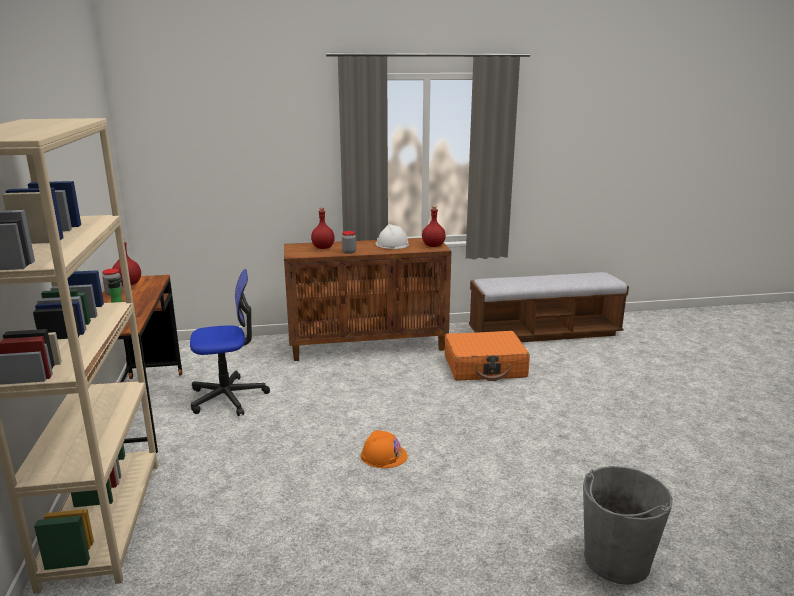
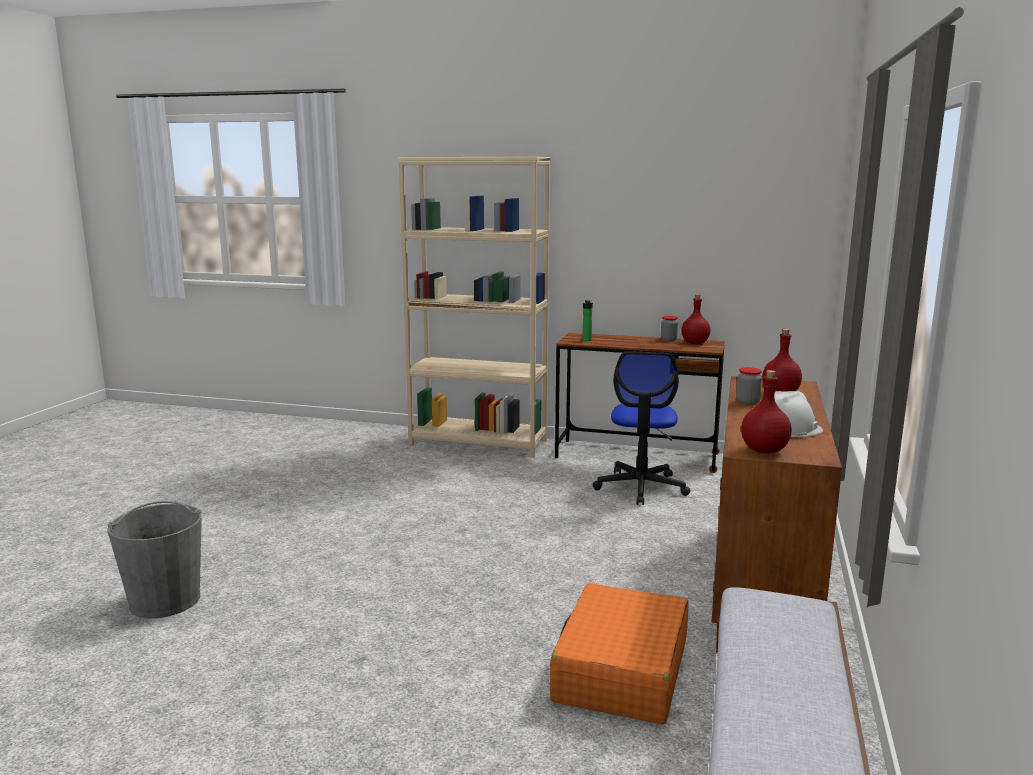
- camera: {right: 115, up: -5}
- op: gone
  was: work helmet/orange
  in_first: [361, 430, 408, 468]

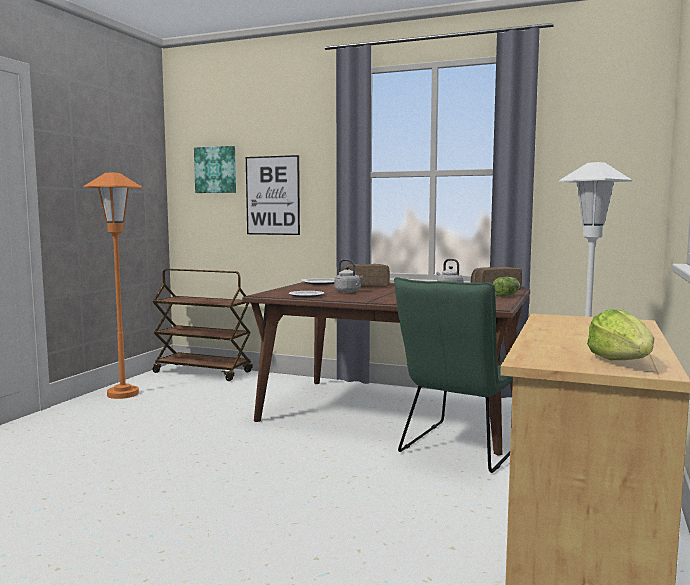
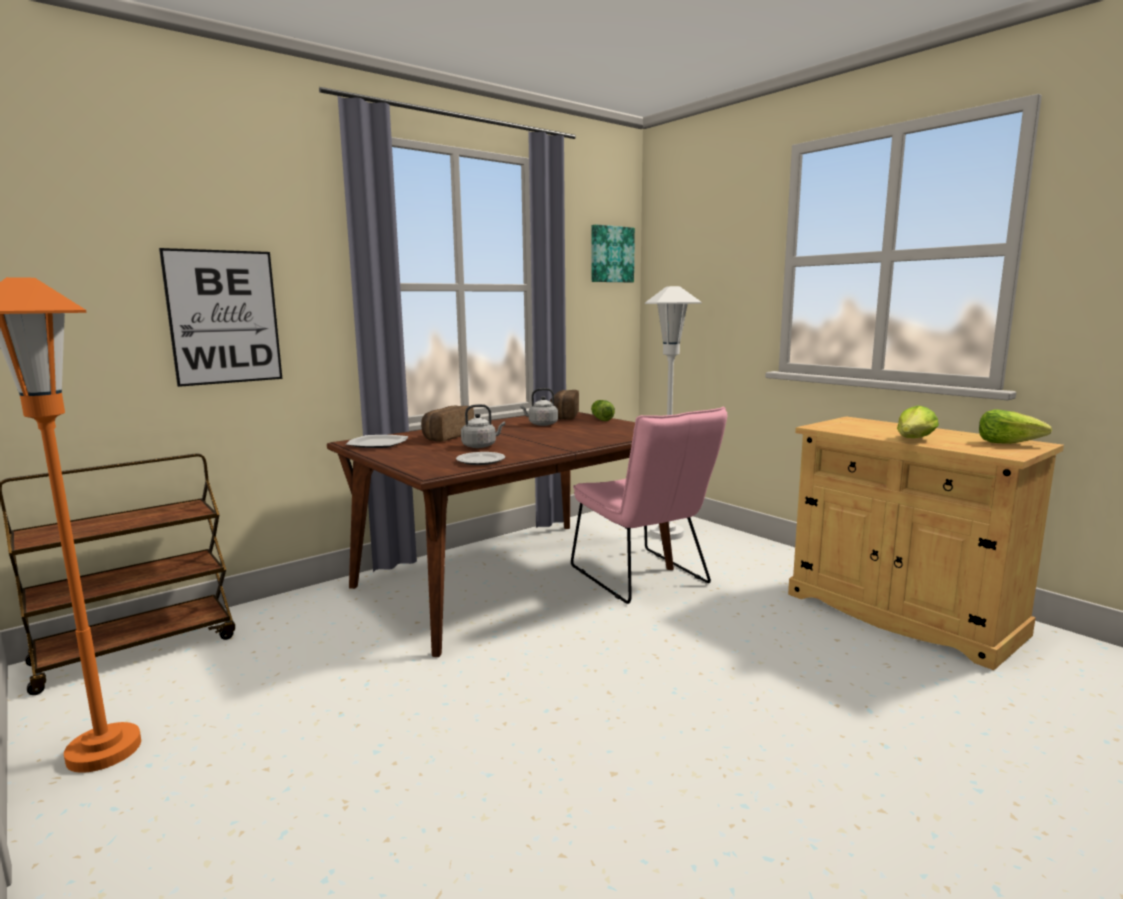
- camera: {right: -60, up: 5}
- op: repainted
  was: chair/green-coloured
  now: chair/pink
  in_first: [394, 277, 513, 473]
  in_second: [571, 407, 727, 604]
- op: shifted
  was: wall picture
  in_first: [194, 146, 236, 193]
  in_second: [591, 224, 635, 282]
- op: new
  now: lettuce
  in_second: [897, 405, 939, 438]

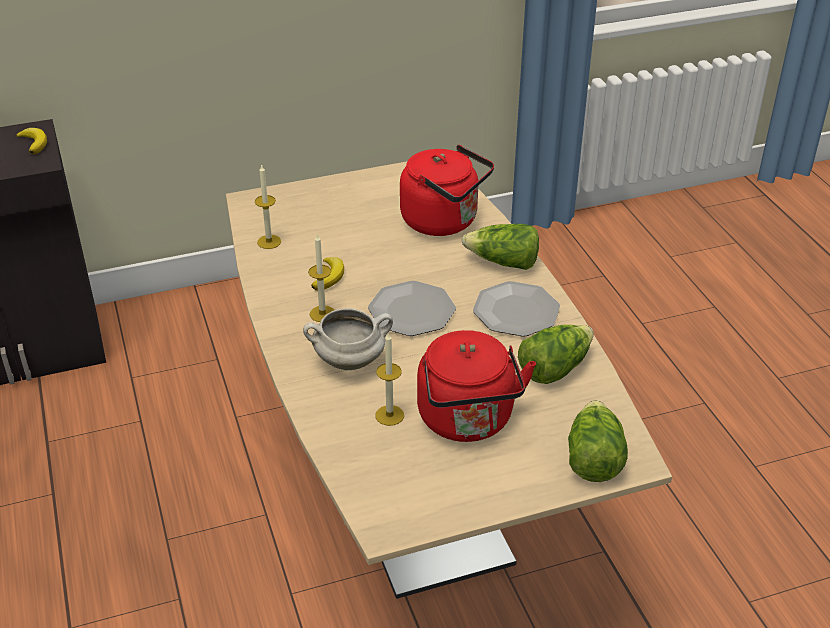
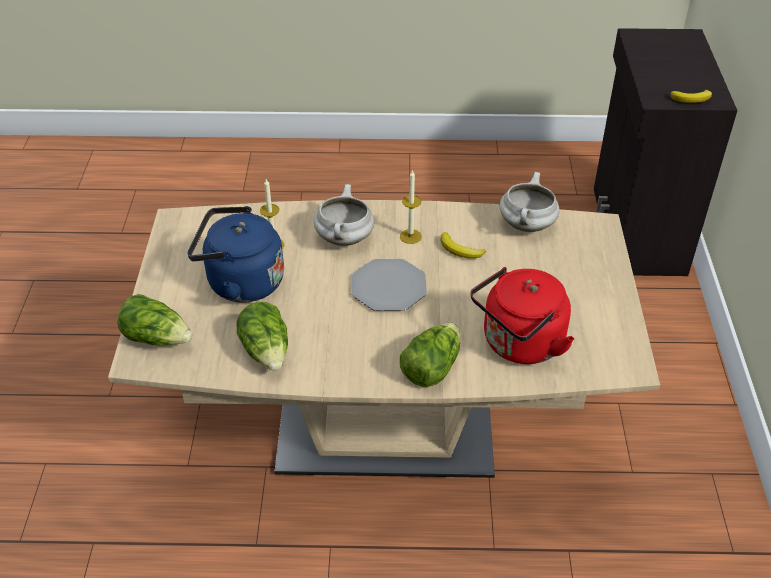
- camera: {right: 110, up: 5}
- op: repainted
  was: tea kettle/red
  now: tea kettle/blue-coloured
  in_first: [417, 330, 536, 442]
  in_second: [188, 206, 284, 303]
- op: swapped
  was: candle
  now: saucepot/whitish
  in_first: [255, 164, 281, 249]
  in_second: [500, 172, 559, 232]
- op: gone
  was: flat dish
  in_first: [473, 281, 560, 337]

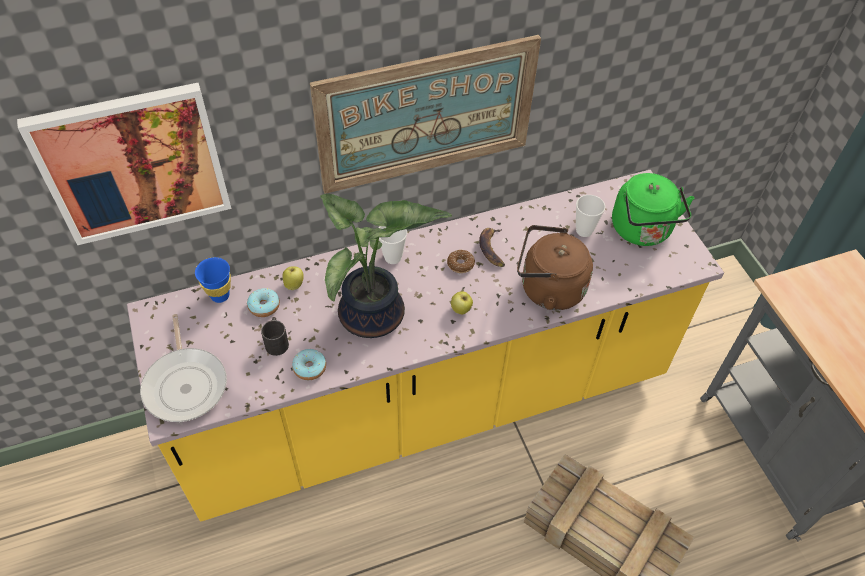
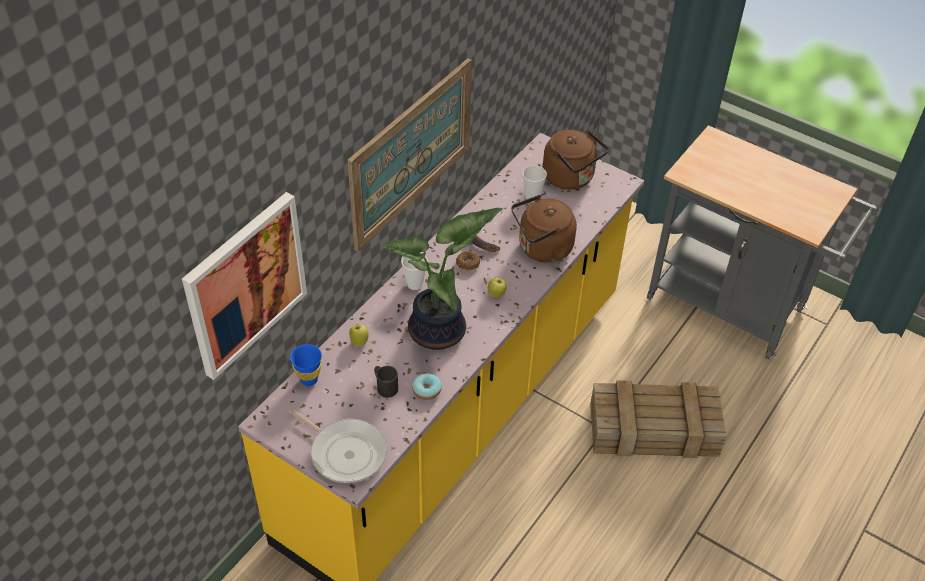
- camera: {right: -35, up: -5}
- op: repainted
  was: tea kettle/green-coloured
  now: tea kettle/brown-coloured
  in_first: [612, 173, 694, 246]
  in_second: [543, 129, 609, 190]
- op: gone
  was: ring doughnut
  in_first: [247, 288, 280, 317]

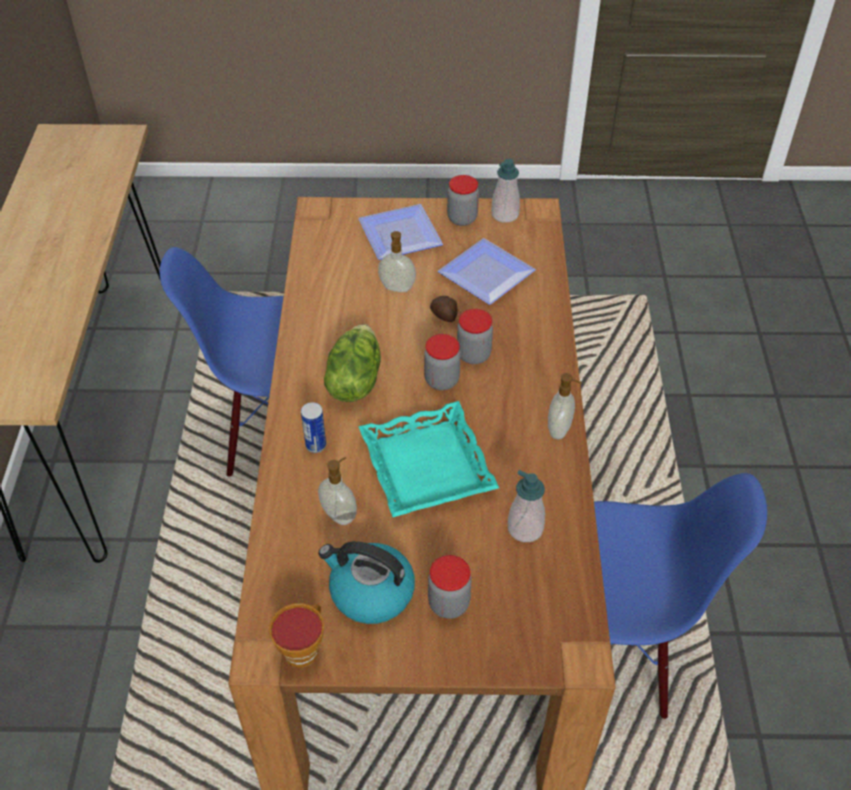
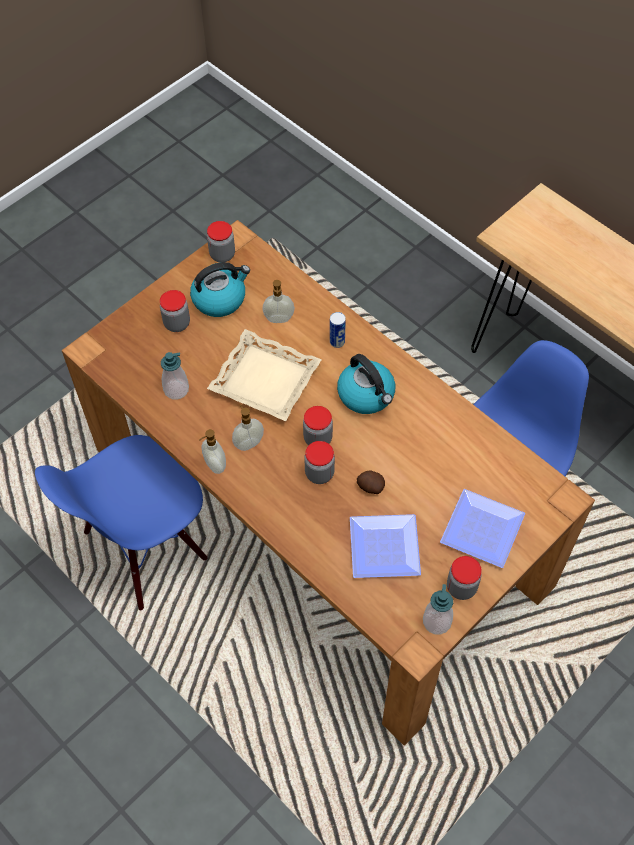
- camera: {right: 135, up: 10}
- op: swapped
  was: drinking cup
  now: storage jar
  in_first: [269, 603, 324, 668]
  in_second: [207, 221, 235, 262]
- op: repainted
  was: carrying tray/turquoise-coloured
  now: carrying tray/sand-coloured
  in_first: [358, 401, 499, 517]
  in_second: [207, 329, 322, 421]
- op: shifted
  was: liquid soap bottle
  in_first: [378, 231, 416, 292]
  in_second: [232, 404, 264, 451]
- op: swapped
  was: lettuce
  now: tea kettle
  in_first: [324, 324, 381, 402]
  in_second: [337, 354, 395, 414]

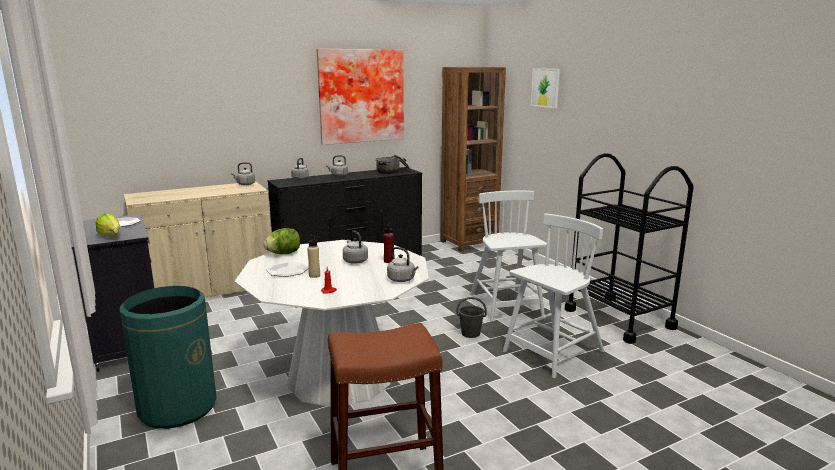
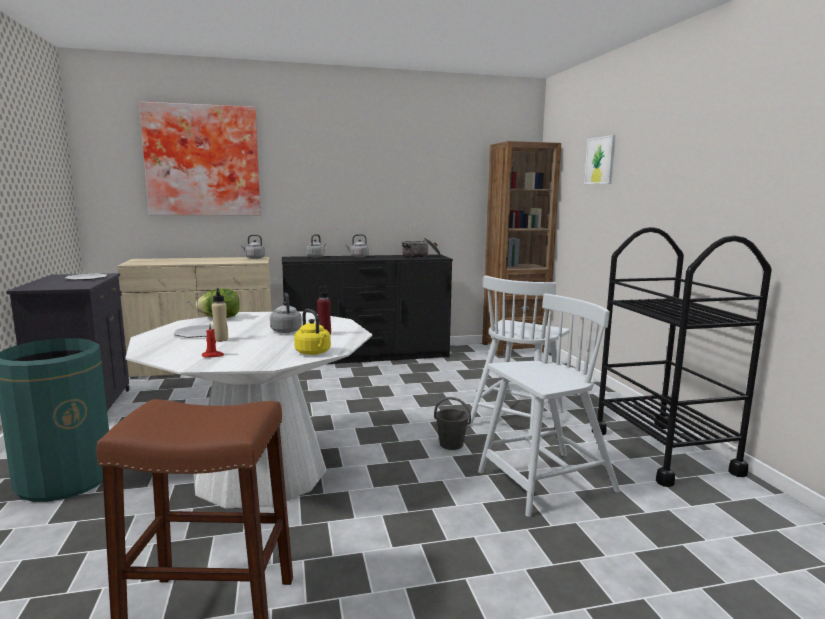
- camera: {right: 15, up: -5}
- op: shifted
  was: wall picture
  in_first: [317, 49, 404, 145]
  in_second: [139, 102, 261, 215]
- op: repainted
  was: tea kettle/gray
  now: tea kettle/yellowish
  in_first: [387, 247, 418, 282]
  in_second: [294, 309, 331, 355]
- op: rotated
  was: chair/whitish
  in_first: [470, 191, 547, 322]
  in_second: [468, 275, 569, 434]
  clockwise: -150
- op: gone
  was: lettuce
  in_first: [96, 213, 120, 236]

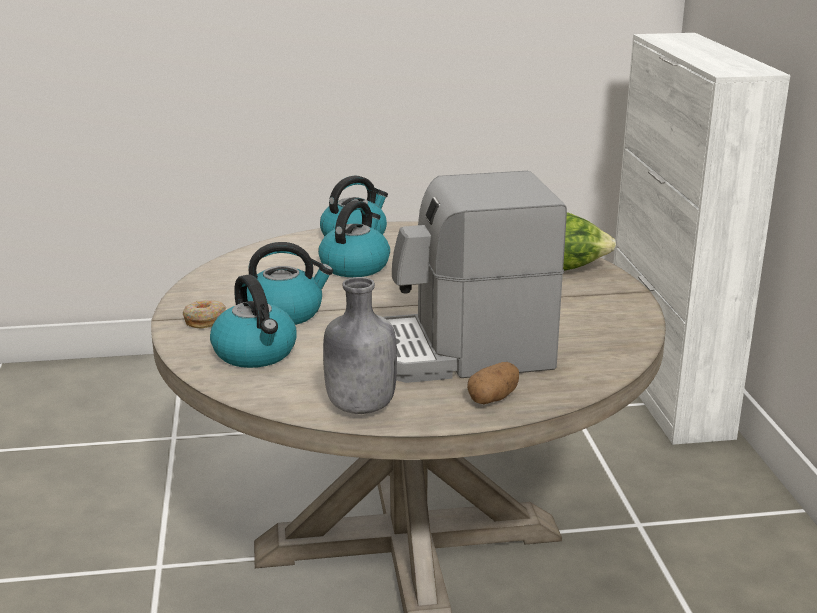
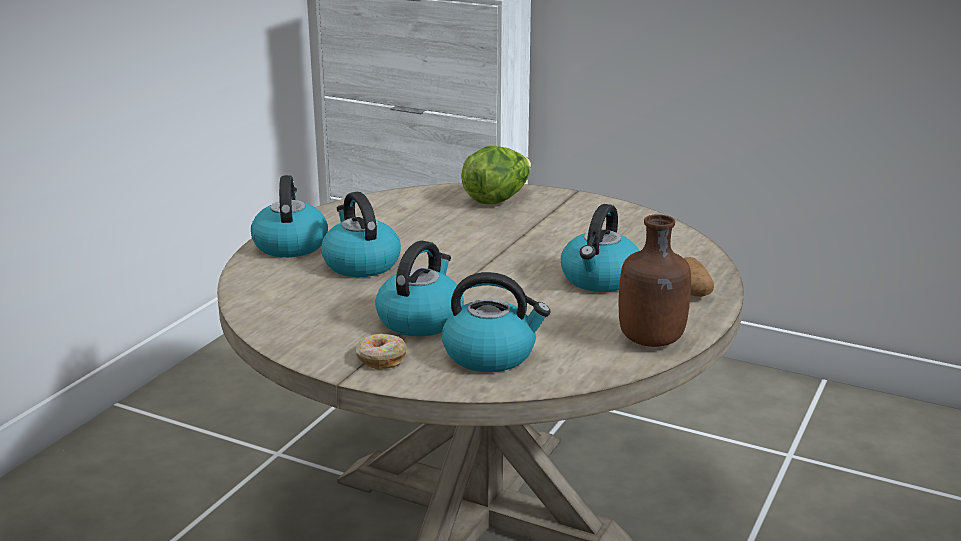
- camera: {right: -55, up: 0}
- op: swapped
  was: coffee brewer
  now: tea kettle
  in_first: [383, 171, 567, 383]
  in_second: [561, 204, 639, 292]
- op: repainted
  was: bottle/gray
  now: bottle/brown-coloured
  in_first: [323, 277, 397, 414]
  in_second: [619, 214, 691, 347]

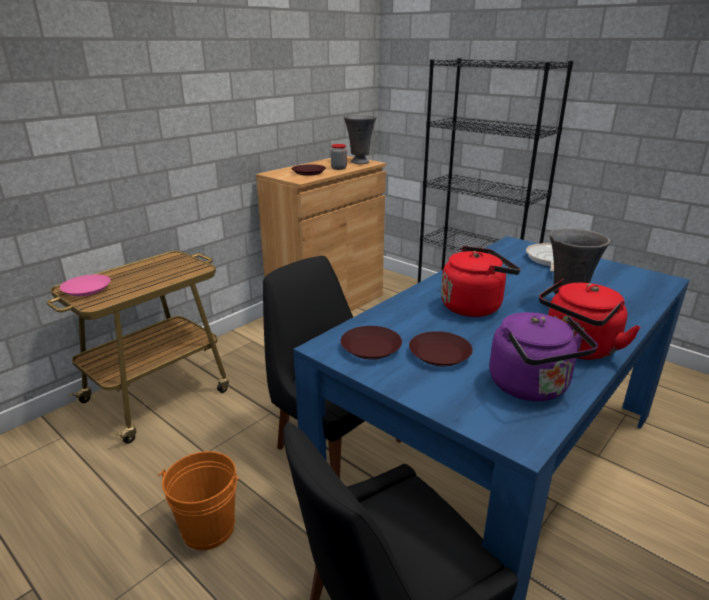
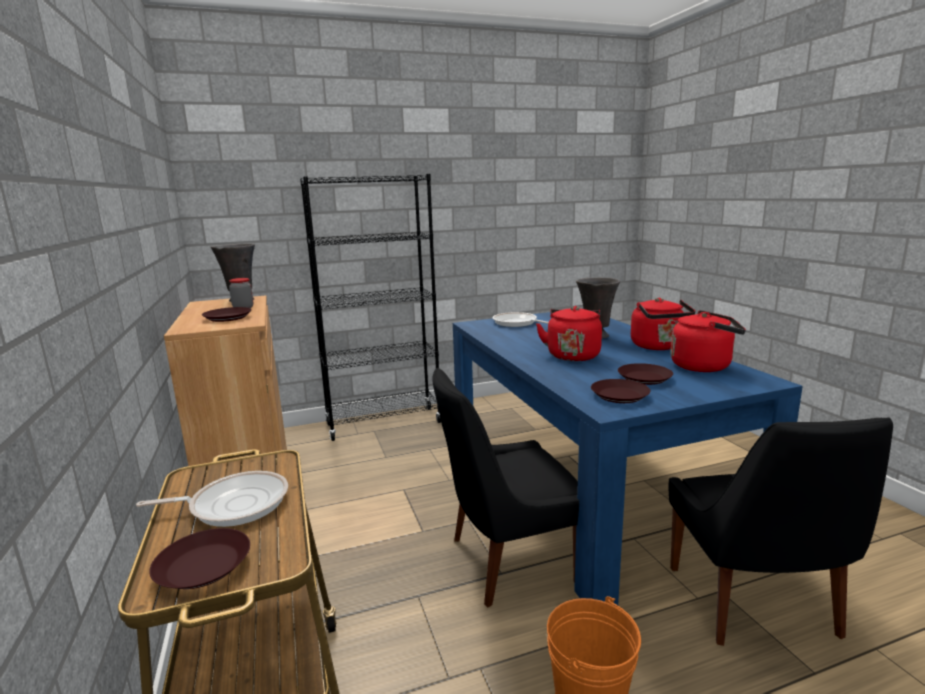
- camera: {right: -60, up: -10}
- op: new
  now: skillet
  in_second: [136, 471, 288, 527]
- op: repainted
  was: flat dish/pink
  now: flat dish/brown-coloured
  in_first: [60, 274, 111, 296]
  in_second: [149, 528, 250, 589]
- op: repainted
  was: tea kettle/purple-coloured
  now: tea kettle/red
  in_first: [489, 312, 598, 401]
  in_second: [670, 310, 746, 372]

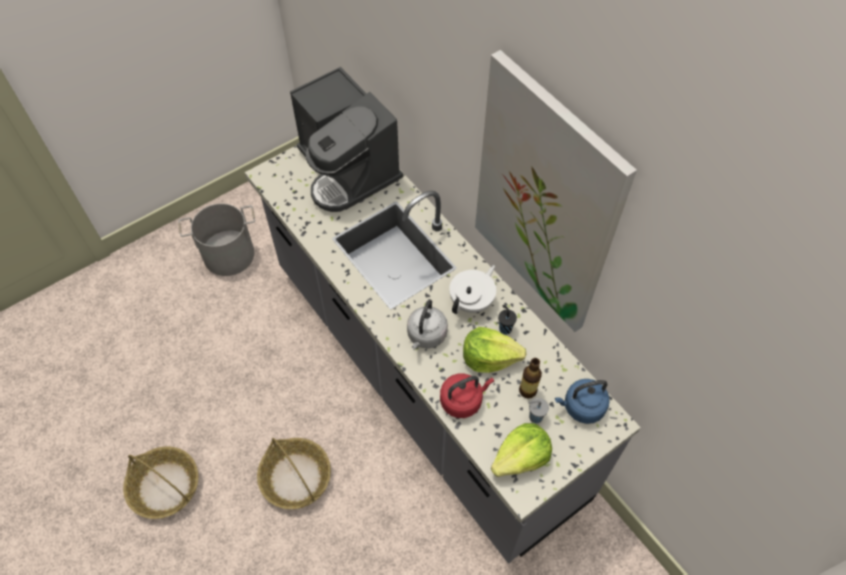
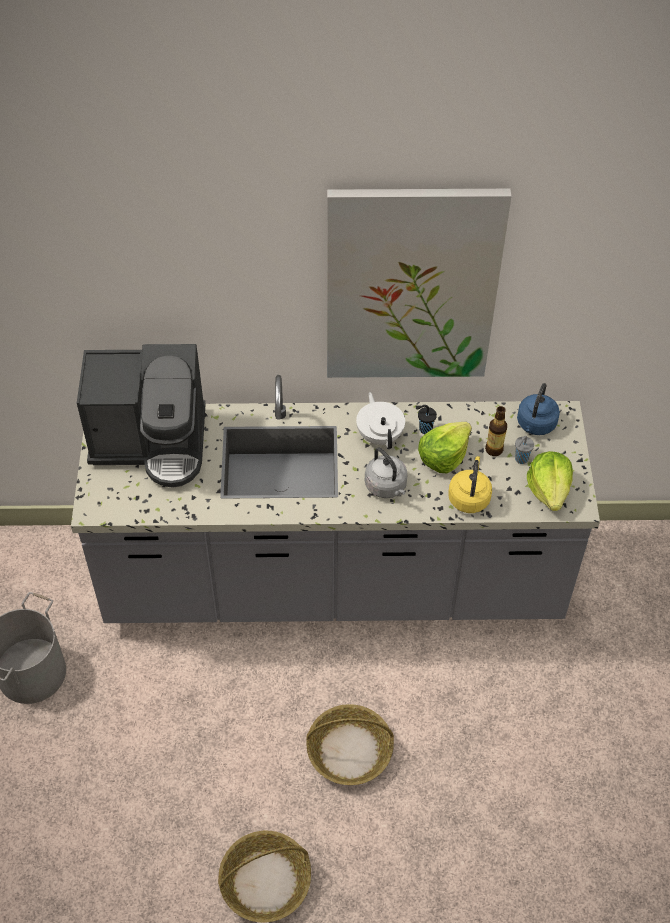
- camera: {right: -55, up: -5}
- op: repainted
  was: tea kettle/red
  now: tea kettle/yellowish
  in_first: [440, 374, 494, 418]
  in_second: [448, 456, 492, 513]

